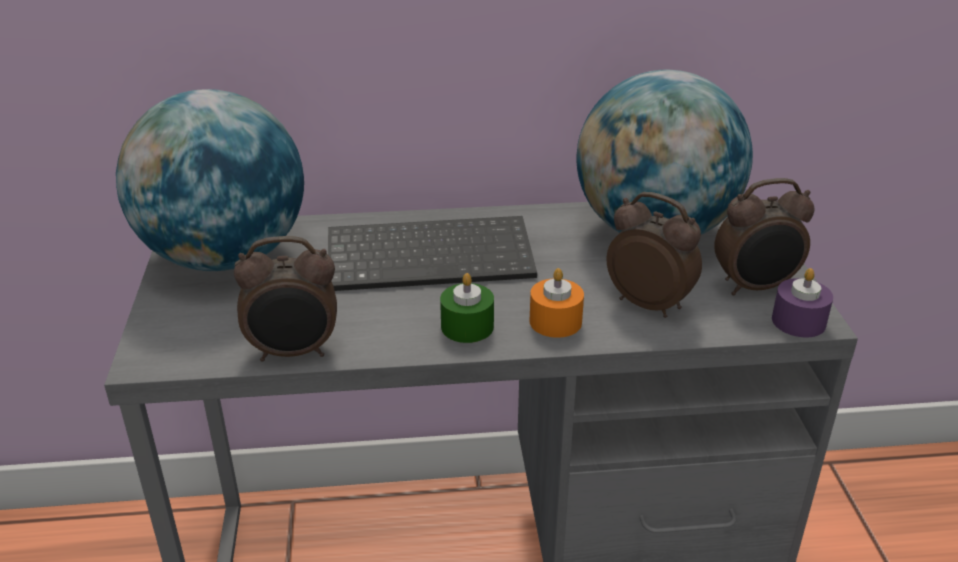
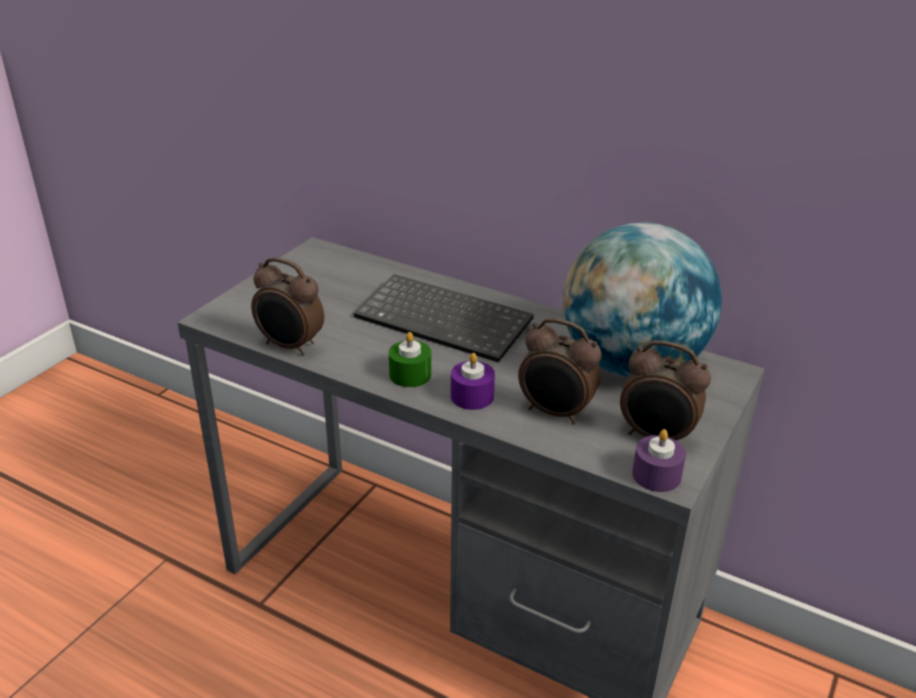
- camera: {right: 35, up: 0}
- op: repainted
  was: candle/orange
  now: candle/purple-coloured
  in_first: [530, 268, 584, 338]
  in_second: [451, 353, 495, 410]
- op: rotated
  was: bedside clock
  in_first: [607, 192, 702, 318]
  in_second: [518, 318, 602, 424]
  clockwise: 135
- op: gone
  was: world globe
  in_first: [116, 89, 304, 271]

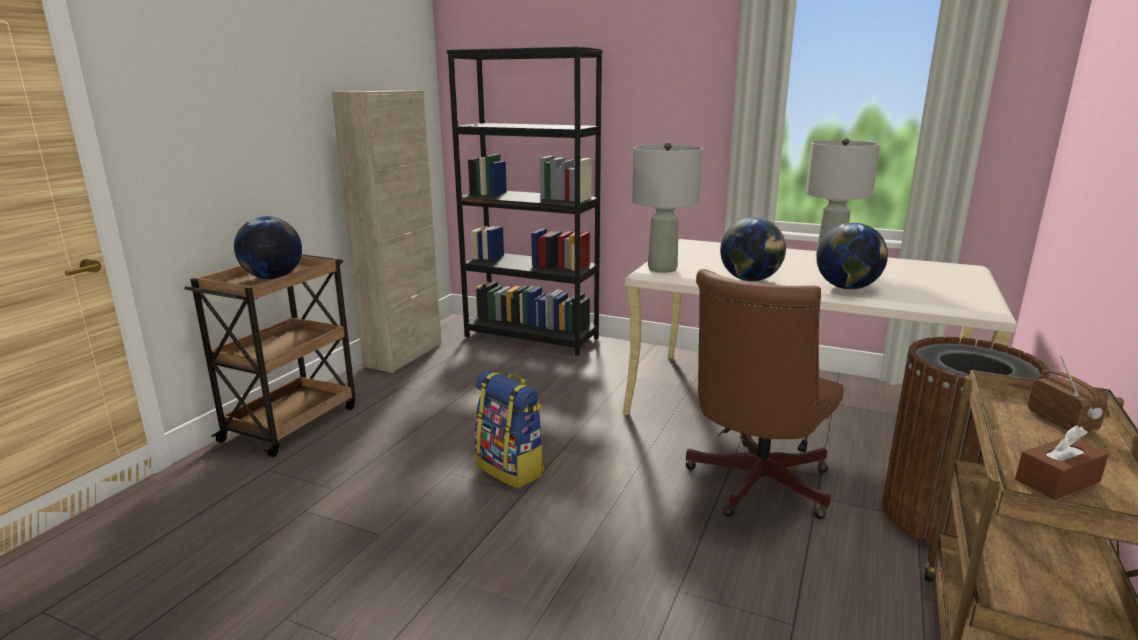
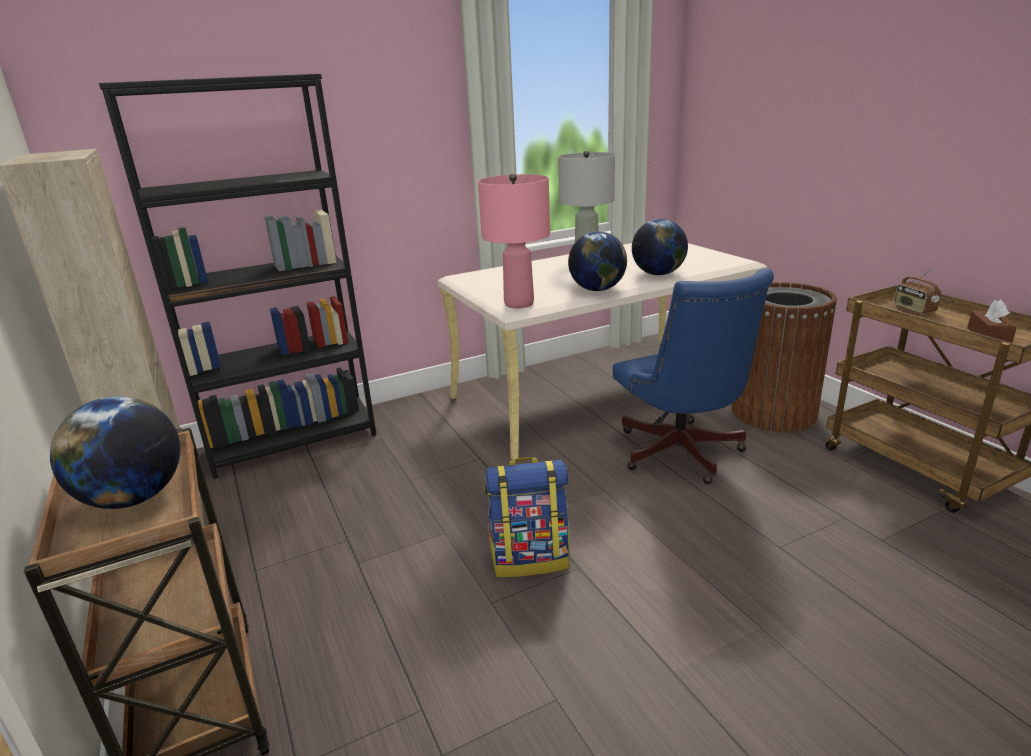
- camera: {right: -50, up: 5}
- op: repainted
  was: lamp for a table/gray
  now: lamp for a table/pink
  in_first: [632, 142, 702, 273]
  in_second: [478, 173, 550, 308]
- op: repainted
  was: desk chair/brown-coloured
  now: desk chair/blue-coloured
  in_first: [685, 269, 844, 519]
  in_second: [613, 268, 774, 484]
- op: rotated
  was: radio set
  in_first: [1028, 355, 1107, 431]
  in_second: [894, 268, 941, 314]
  clockwise: -135

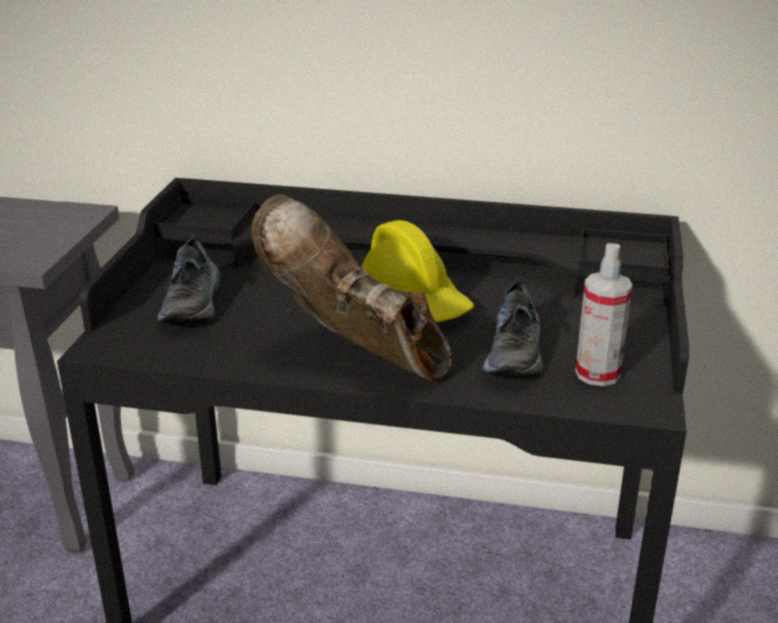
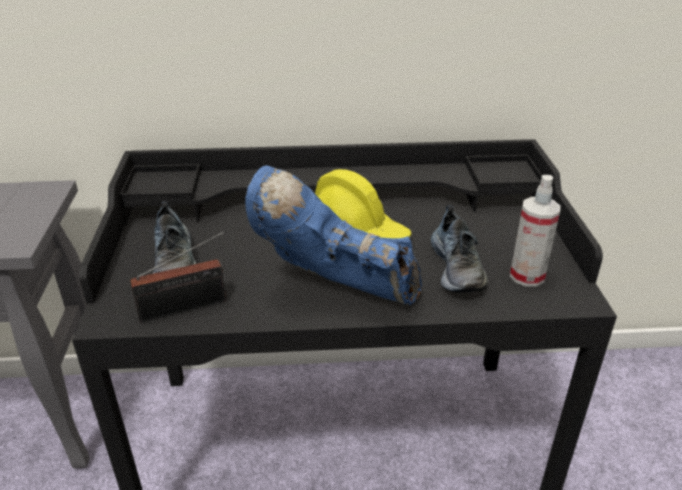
- camera: {right: -15, up: 5}
- op: new
  now: radio set
  in_second: [130, 230, 226, 322]
- op: repainted
  was: high-top boot/brown-coloured
  now: high-top boot/blue-coloured
  in_first: [251, 194, 452, 382]
  in_second: [245, 165, 422, 306]

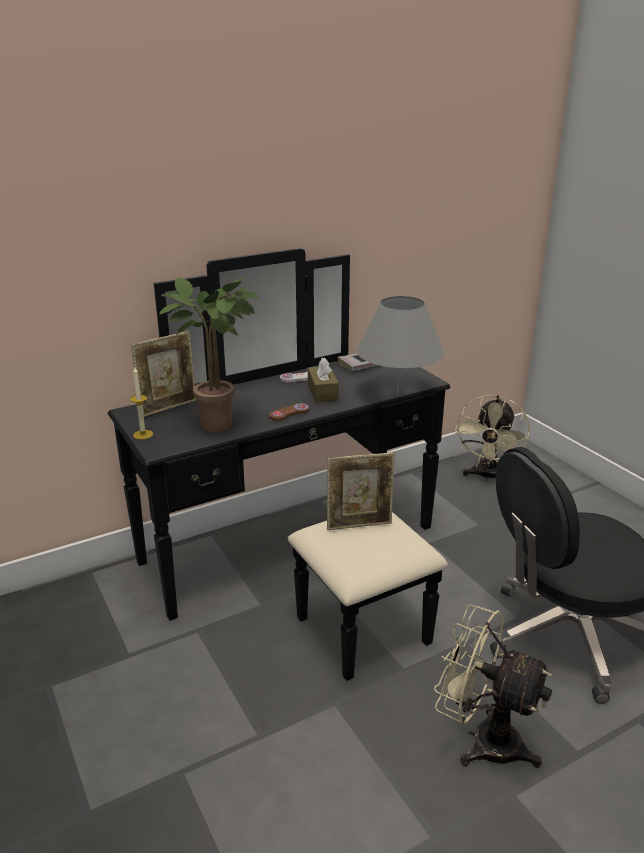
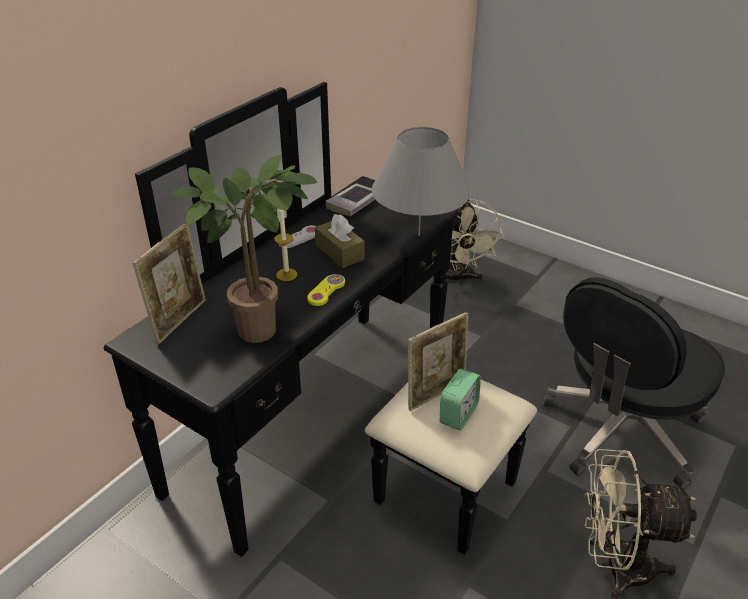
- camera: {right: -25, up: 10}
- op: shifted
  was: candle
  in_first: [130, 366, 153, 440]
  in_second: [274, 209, 297, 281]
- op: repainted
  was: joypad/brown-coloured
  now: joypad/yellowish
  in_first: [269, 403, 309, 421]
  in_second: [307, 274, 345, 306]
- op: new
  now: bedside clock
  in_second: [440, 369, 481, 430]

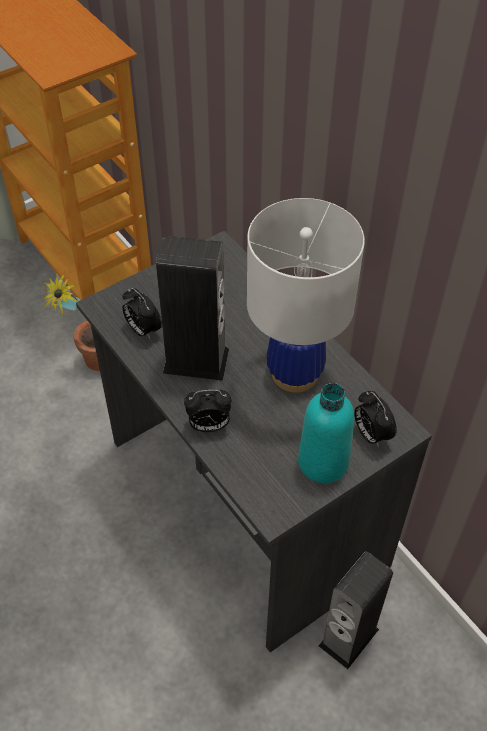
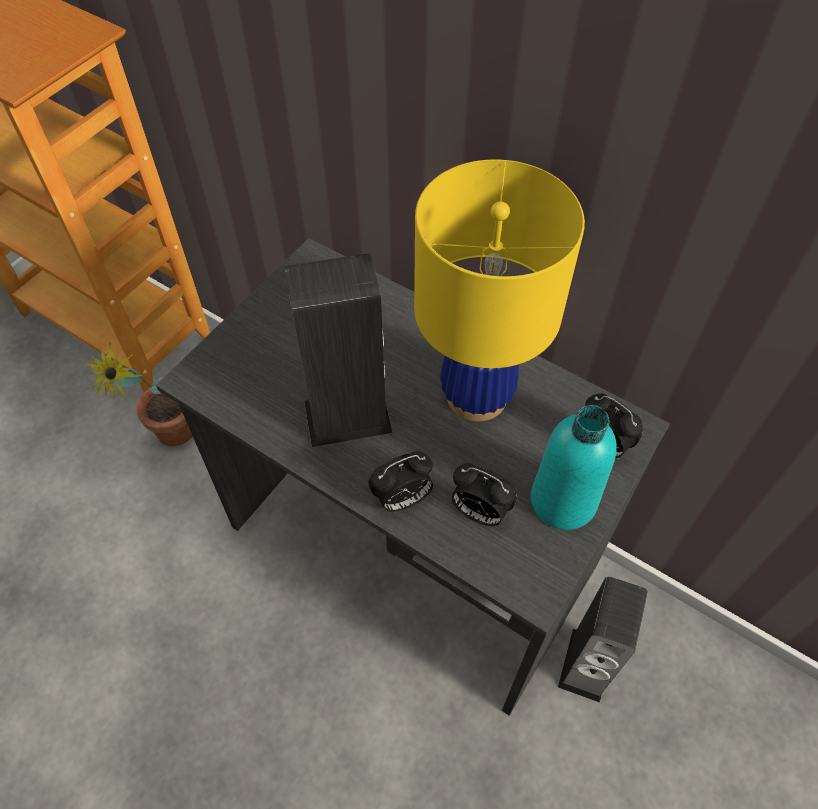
- camera: {right: -20, up: 5}
- op: repainted
  was: lamp for a table/whitish
  now: lamp for a table/yellowish
  in_first: [247, 198, 365, 393]
  in_second: [414, 159, 585, 422]
- op: shifted
  was: bedside clock
  in_first: [122, 288, 162, 340]
  in_second: [452, 463, 517, 526]

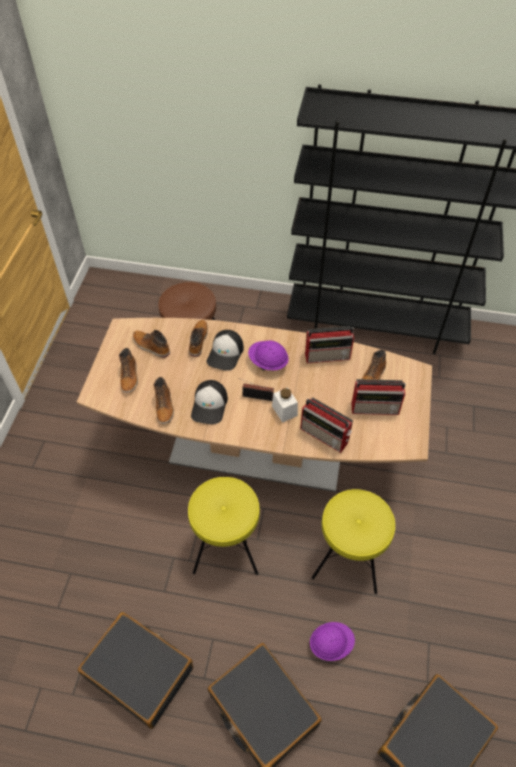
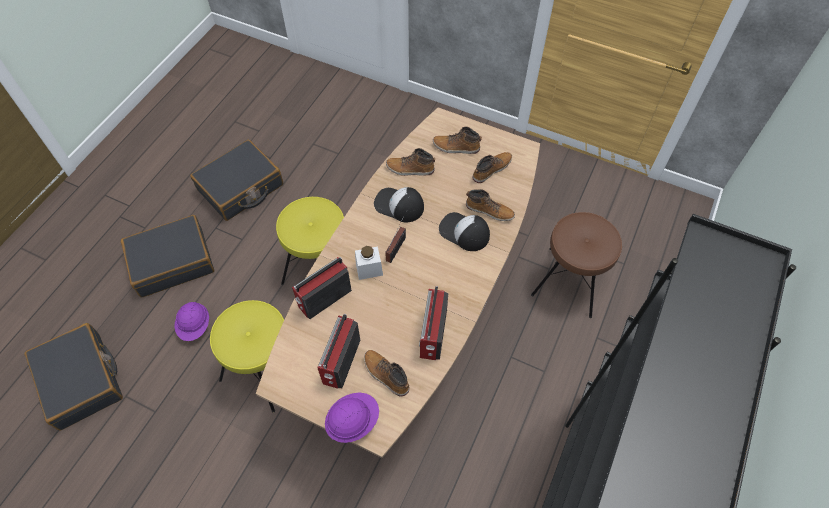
- camera: {right: 105, up: 5}
- op: shifted
  was: work helmet/purple-coloured
  in_first: [248, 340, 289, 371]
  in_second: [325, 393, 379, 443]

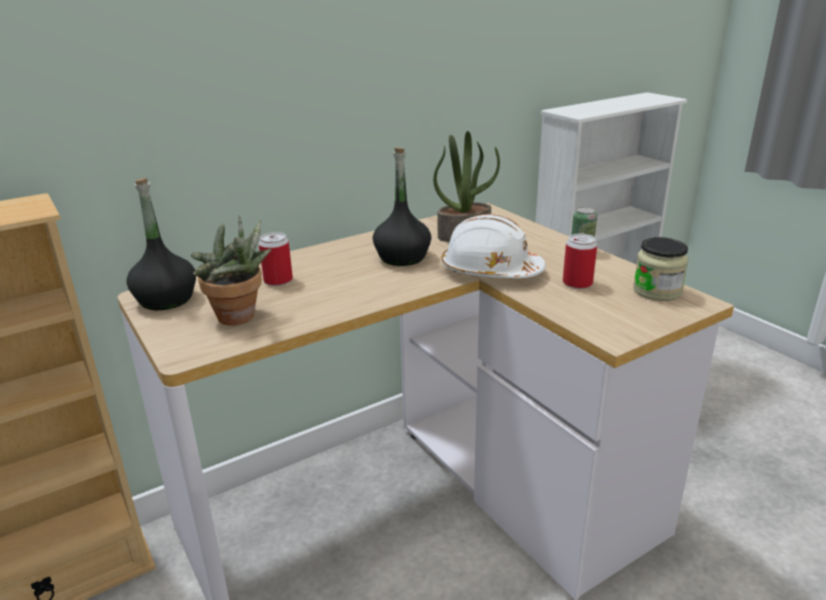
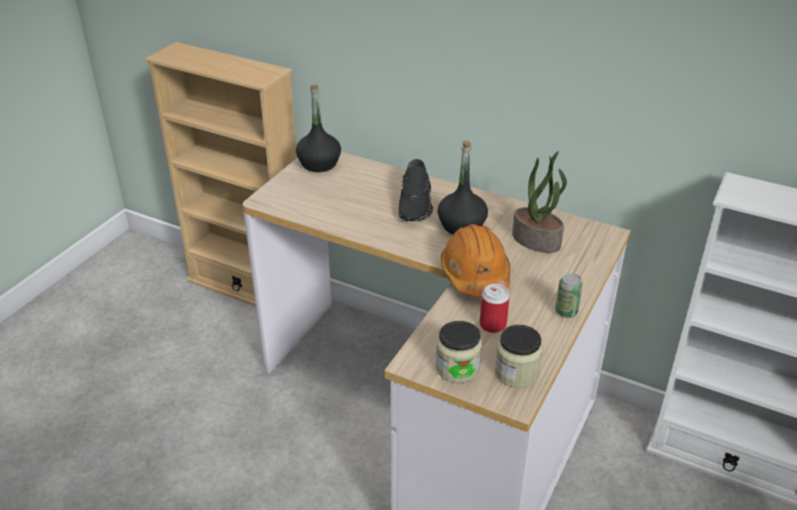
- camera: {right: 60, up: 10}
- op: new
  now: shoe/black-coloured
  in_second: [398, 159, 433, 221]
- op: new
  now: storage jar
  in_second: [436, 321, 482, 383]
- op: repainted
  was: work helmet/whitish
  now: work helmet/orange
  in_first: [441, 214, 546, 278]
  in_second: [441, 224, 511, 298]
- op: gone
  was: plant in a pot
  in_first: [191, 215, 272, 325]
- op: gone
  was: metal can
  in_first: [259, 232, 293, 286]

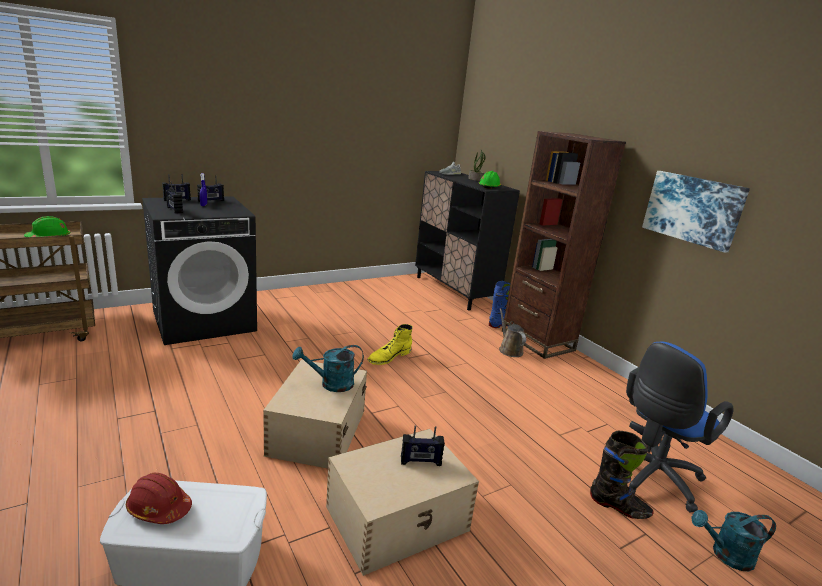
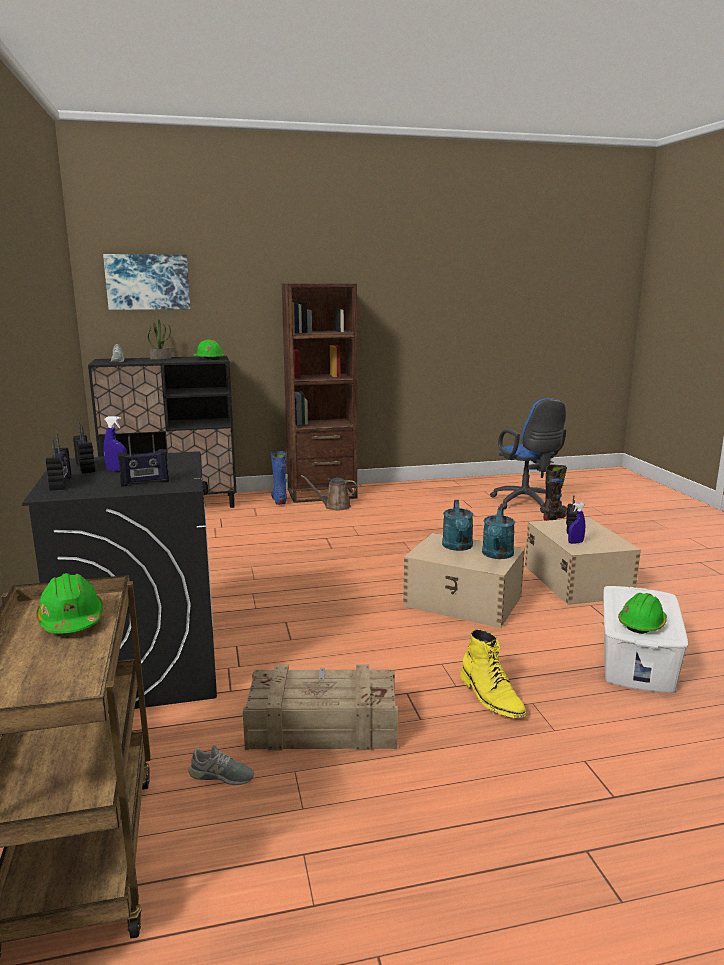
- camera: {right: -70, up: -5}
- op: shifted
  was: wall picture
  in_first: [642, 171, 750, 253]
  in_second: [103, 254, 190, 310]
- op: new
  now: shoe/gray
  in_second: [188, 745, 254, 785]
- op: new
  now: shipping crate
  in_second: [243, 665, 398, 751]
- op: shifted
  was: high-top boot/yellowish
  in_first: [367, 324, 413, 365]
  in_second: [460, 629, 527, 718]
- op: shifted
  was: watering can/turquoise-coloured
  in_first: [691, 510, 776, 571]
  in_second: [482, 506, 515, 559]
- op: new
  now: sprayer/blue-coloured
  in_second: [568, 502, 585, 544]
- op: repainted
  was: work helmet/red
  now: work helmet/green-coloured
  in_first: [126, 473, 192, 524]
  in_second: [618, 593, 667, 634]

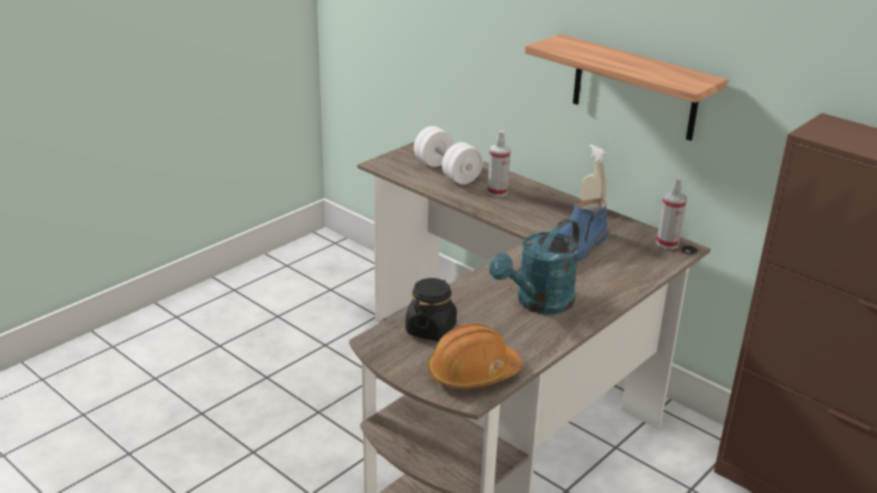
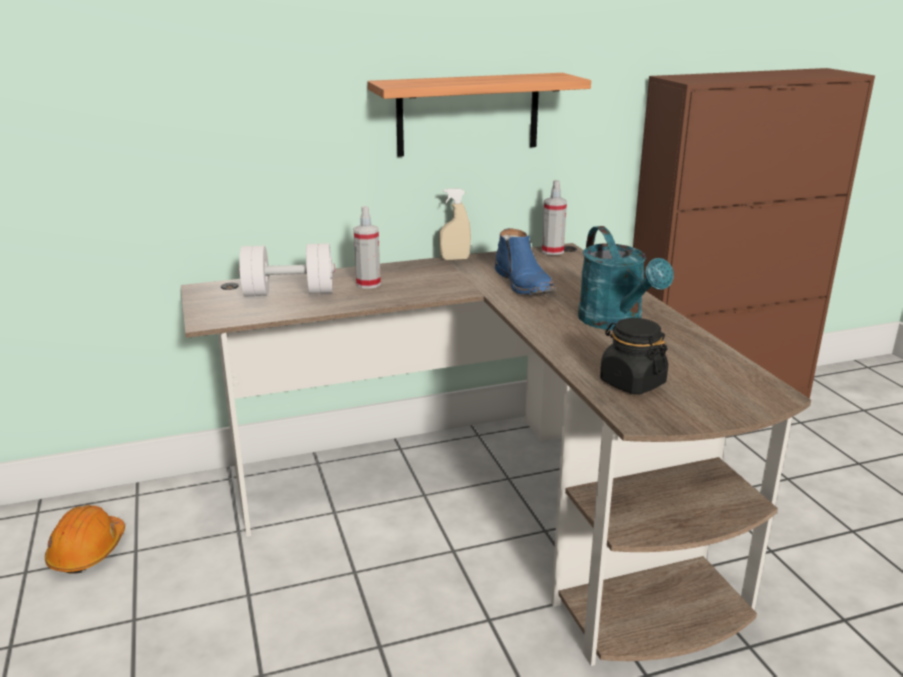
- camera: {right: -60, up: -5}
- op: shifted
  was: work helmet/orange
  in_first: [427, 323, 522, 388]
  in_second: [45, 505, 125, 574]

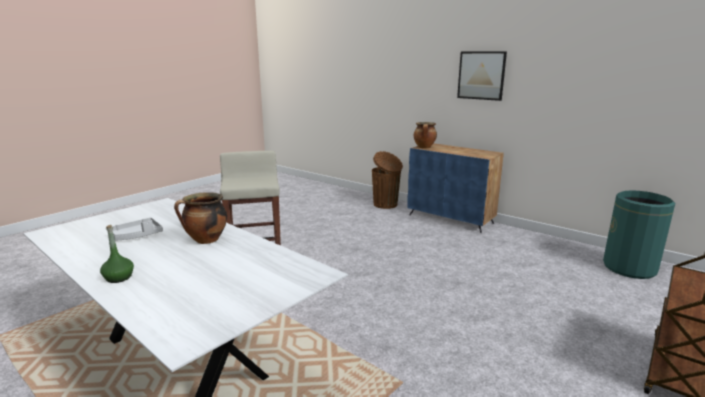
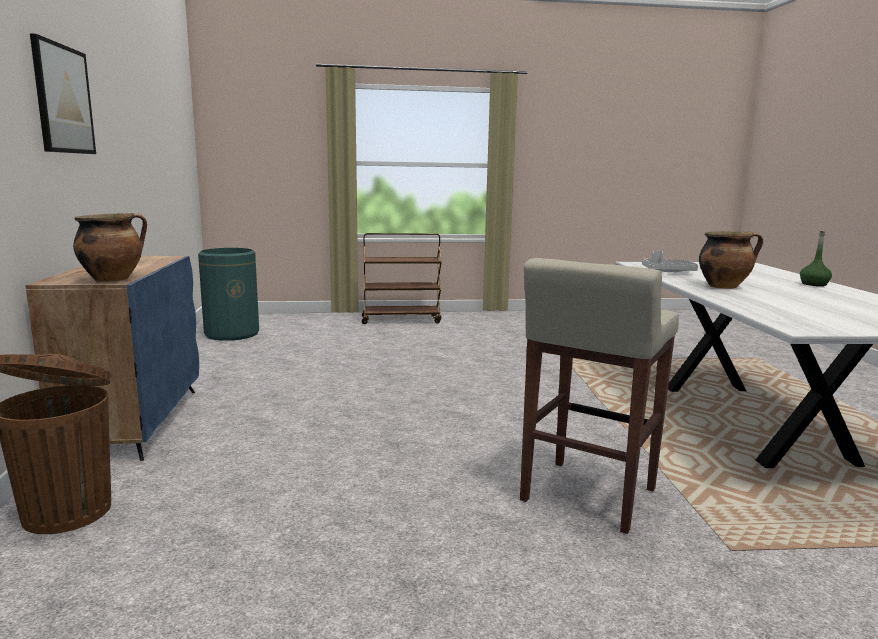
- camera: {right: -135, up: -5}
- op: shifted
  was: carrying tray/gray
  in_first: [112, 217, 163, 241]
  in_second: [642, 251, 698, 272]

